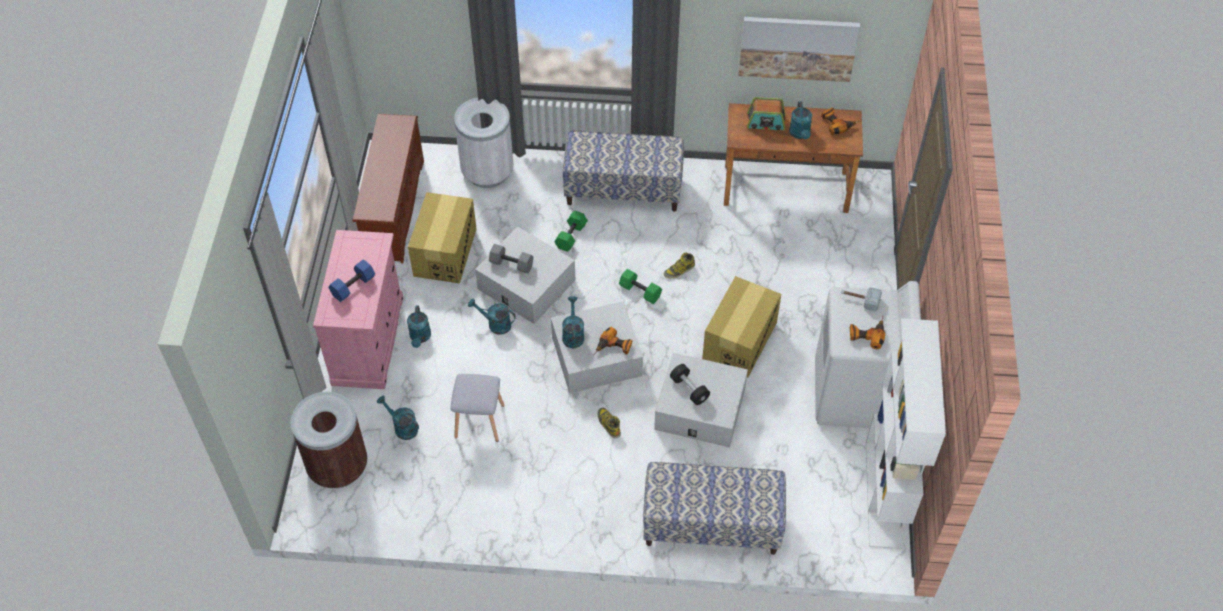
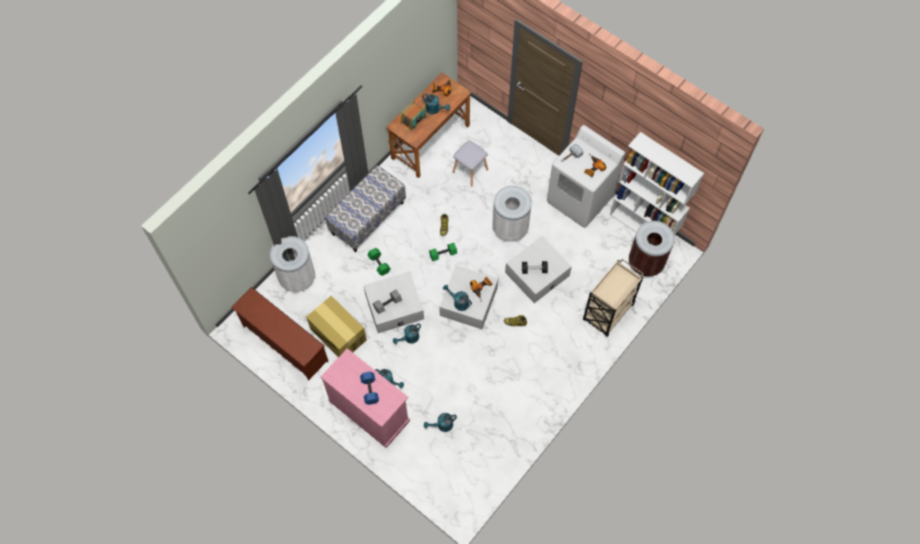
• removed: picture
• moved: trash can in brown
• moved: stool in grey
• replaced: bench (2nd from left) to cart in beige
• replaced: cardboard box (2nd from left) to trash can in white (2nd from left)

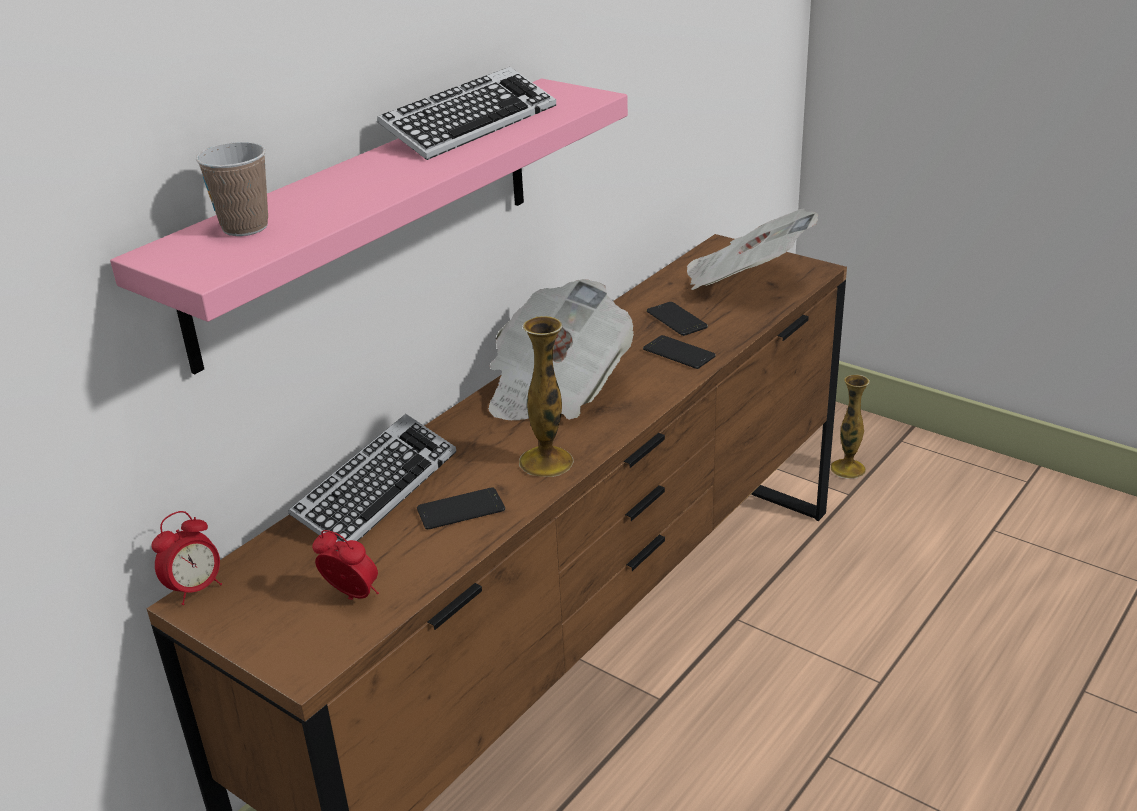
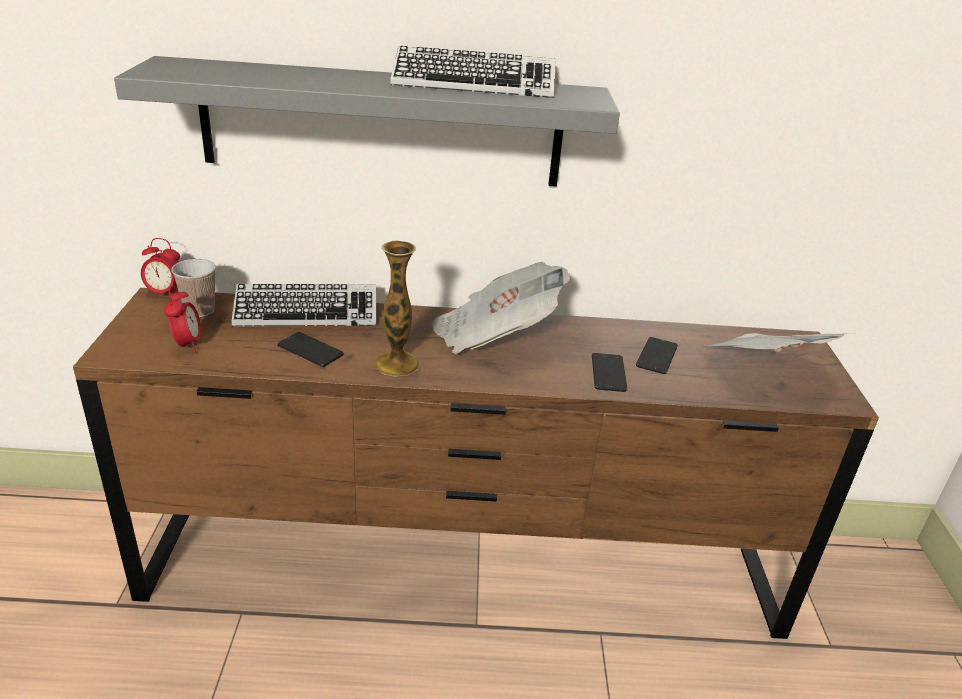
• removed: vase (2nd from left)
• moved: cup
• recoloured: shelf in pink to shelf in grey

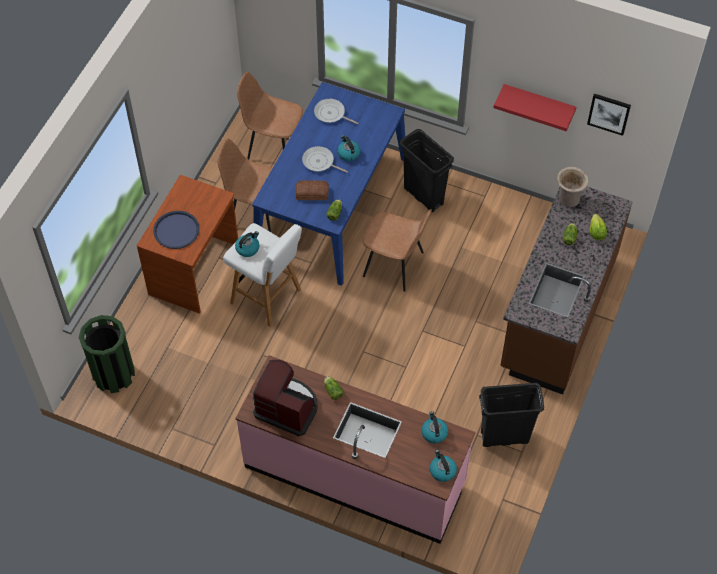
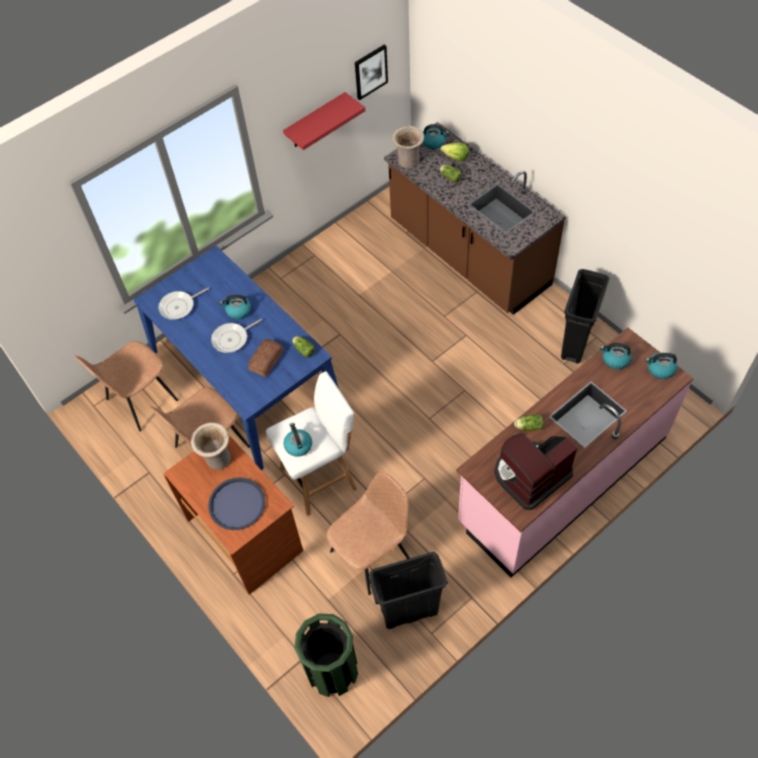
• added: vase in beige (1st from left)
• added: kettle (3rd from left)
• moved: chair in brown (3rd from left)
• moved: trash can in black (1st from left)

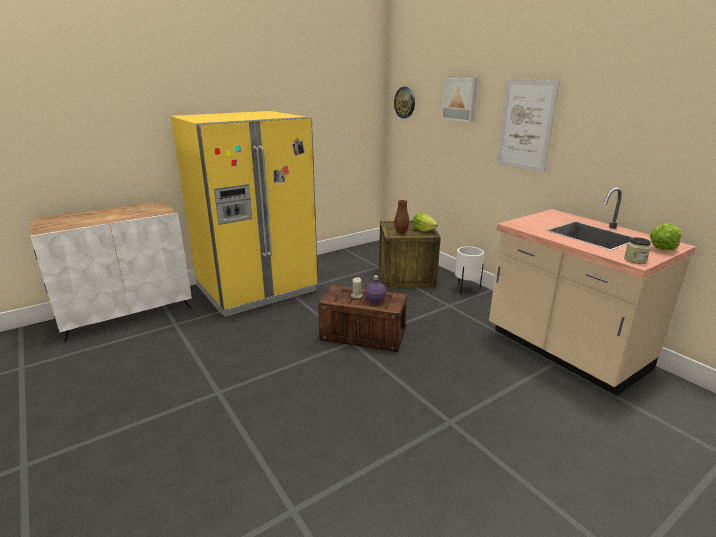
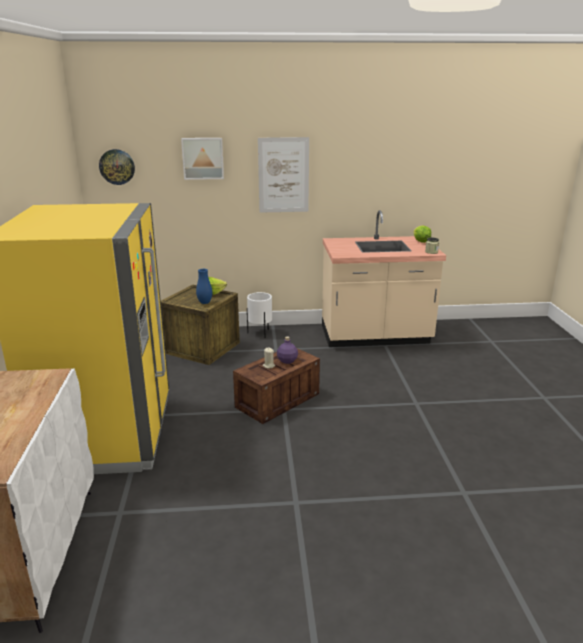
• recoloured: vase in brown to vase in blue

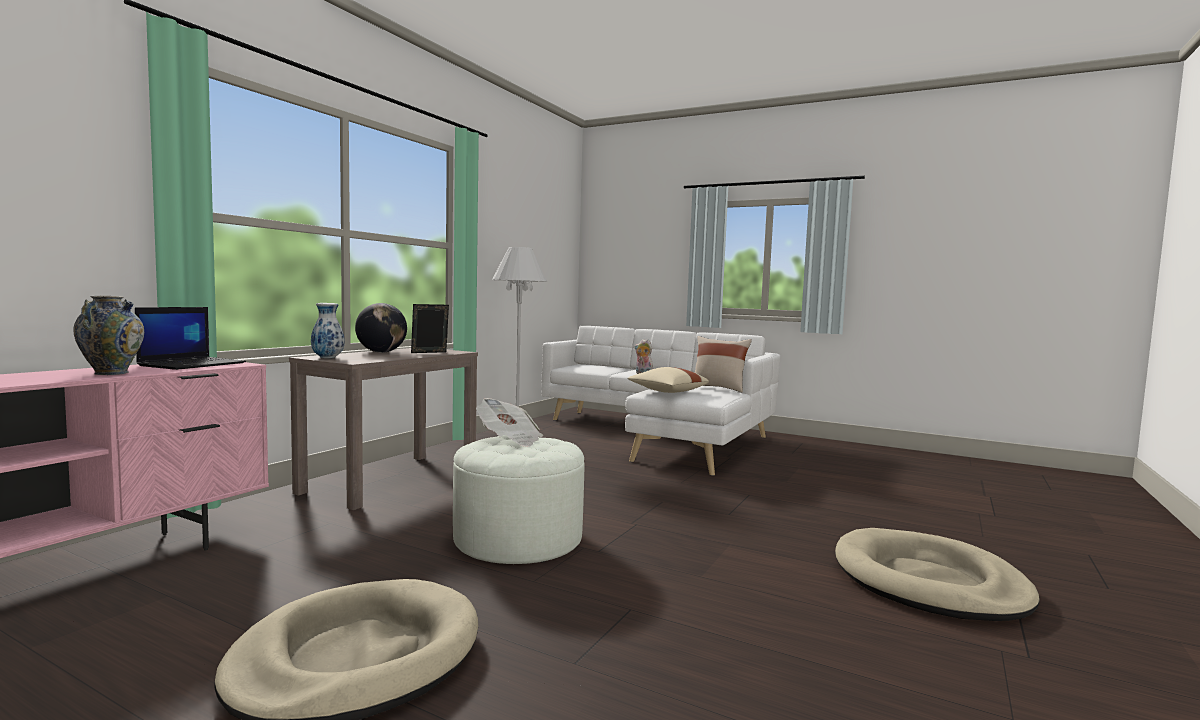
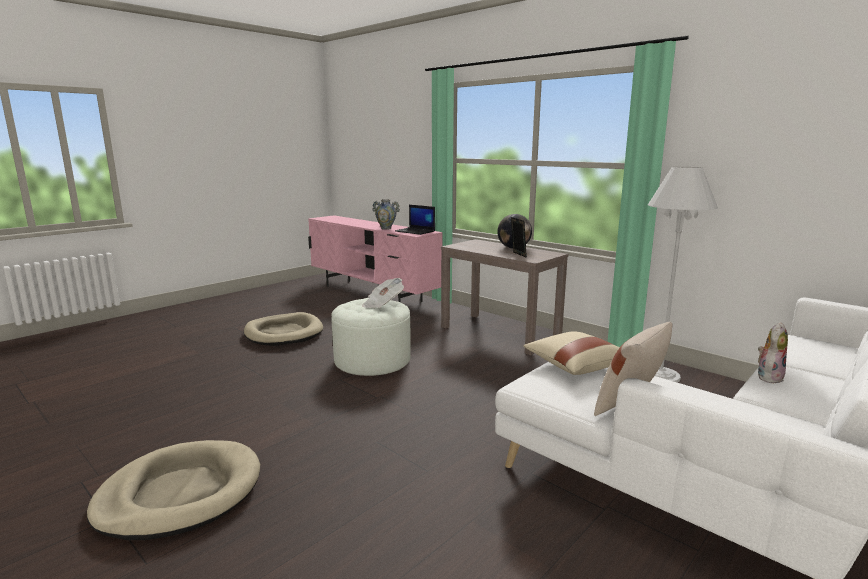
• removed: vase (2nd from left)

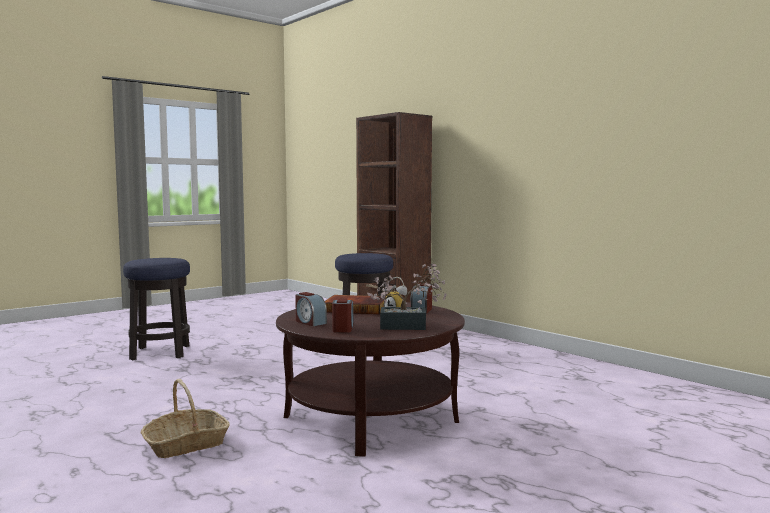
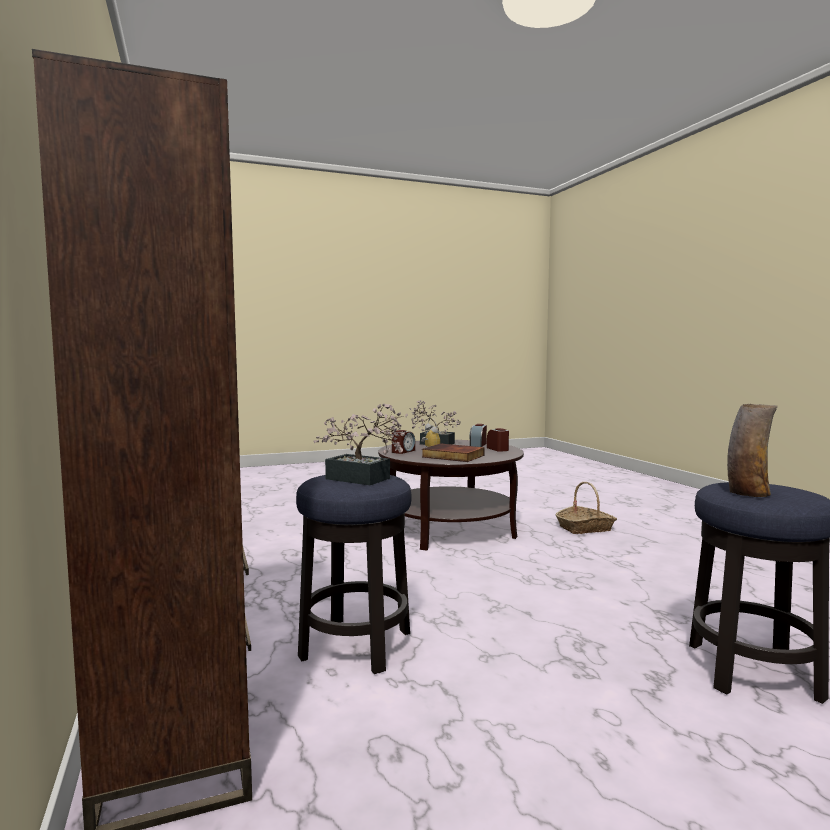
• added: potted plant (1st from left)
• added: vase

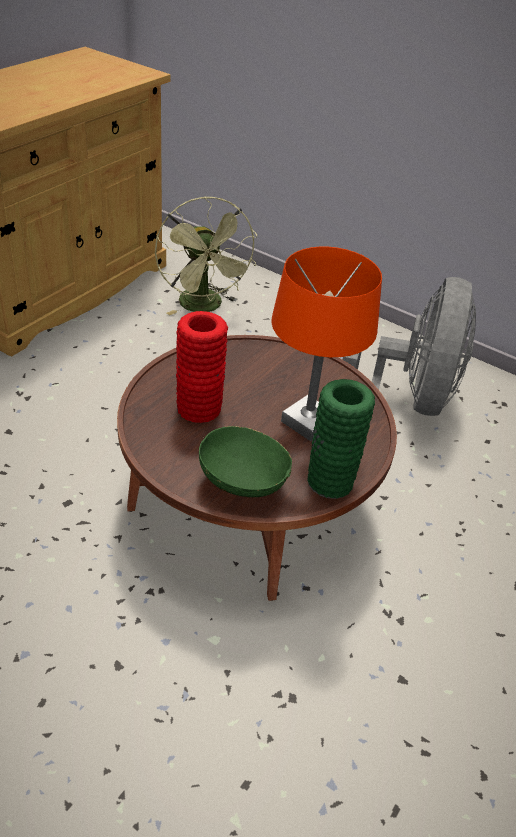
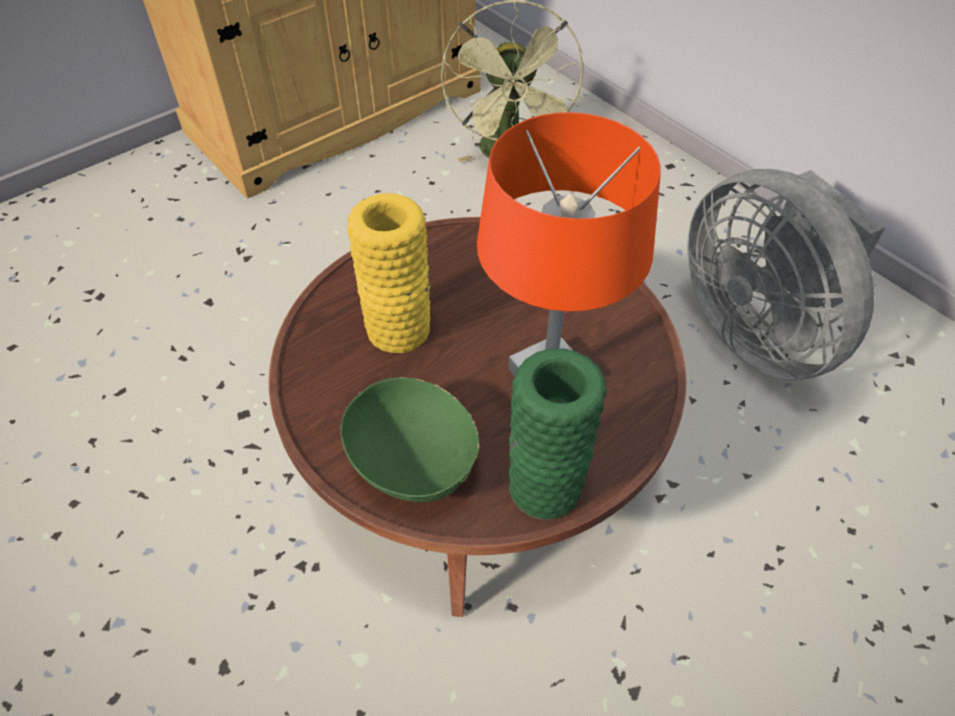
• recoloured: vase in red to vase in yellow
• turned: fan in grey 120 degrees clockwise

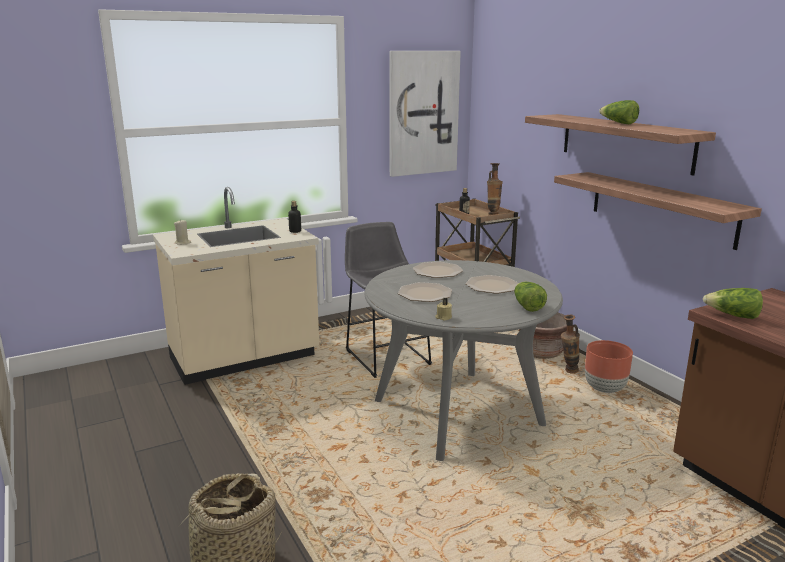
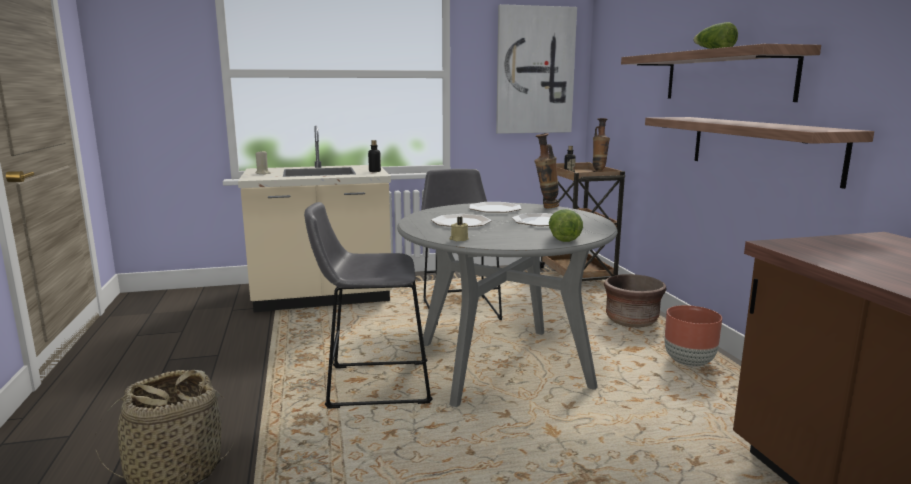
• removed: lettuce (3rd from left)
• added: stool in grey (1st from left)
• moved: vase (2nd from left in the first image) to vase (1st from left)

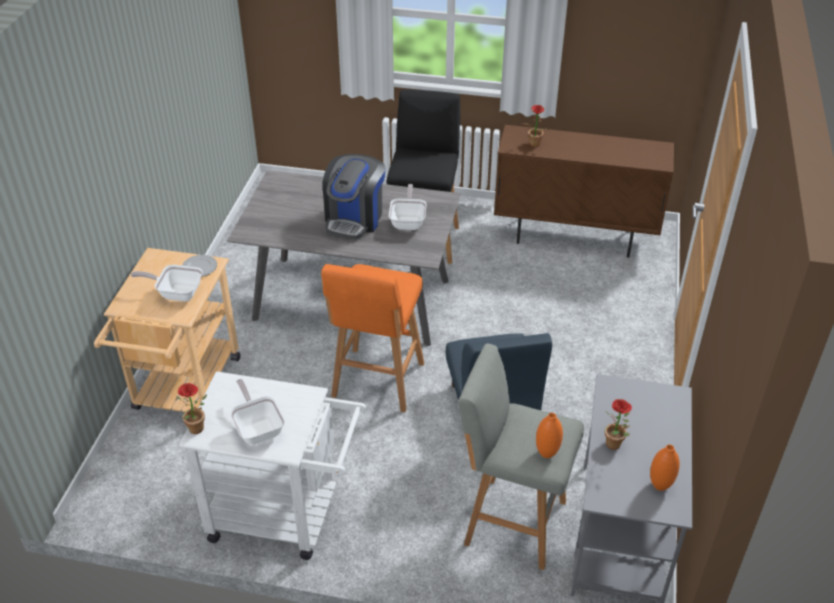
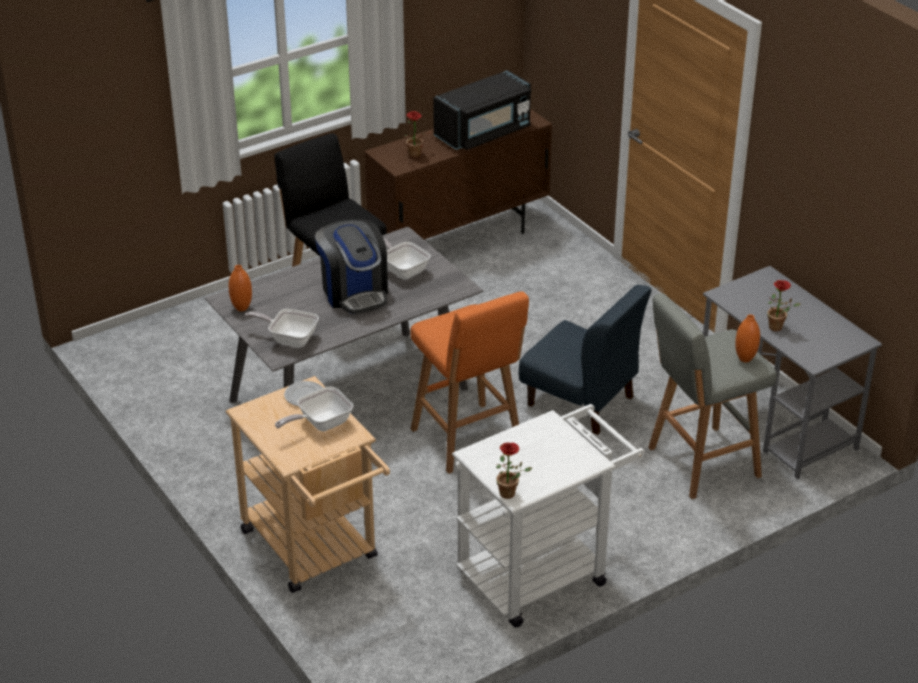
• added: microwave in black
• moved: frying pan (2nd from left in the first image) to frying pan (1st from left)
• moved: vase in orange (2nd from left in the first image) to vase in orange (1st from left)

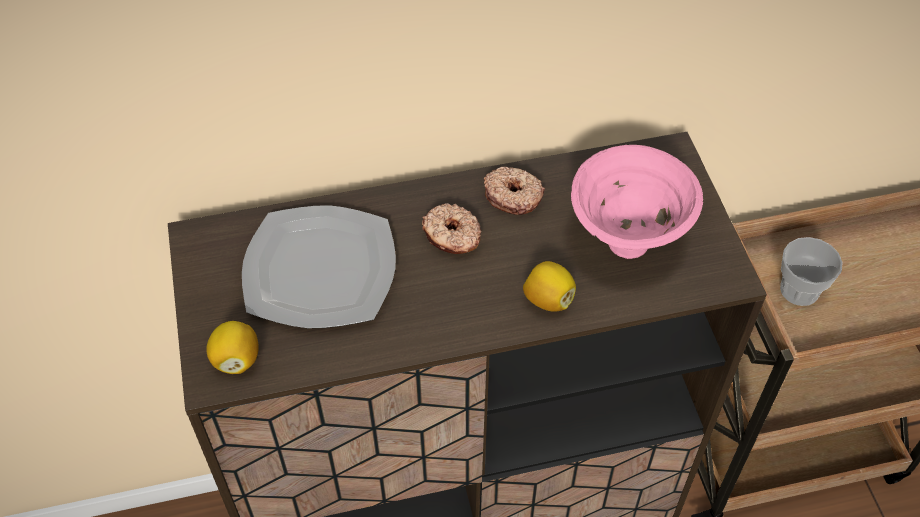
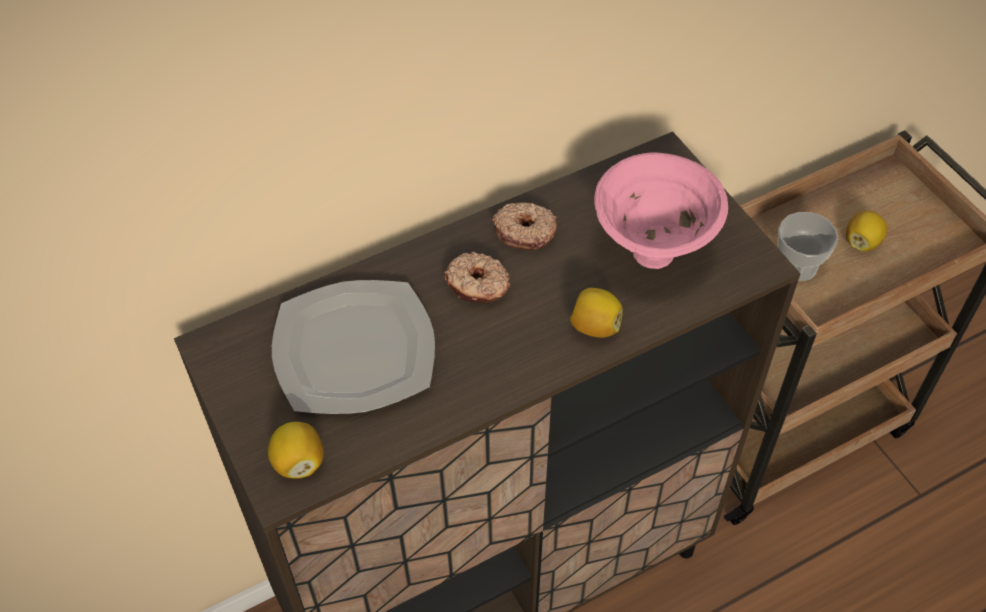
• added: lemon (3rd from left)

